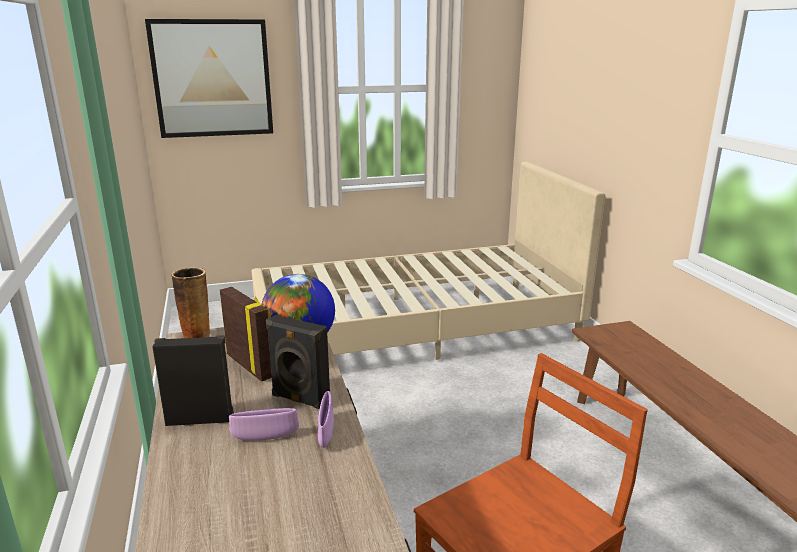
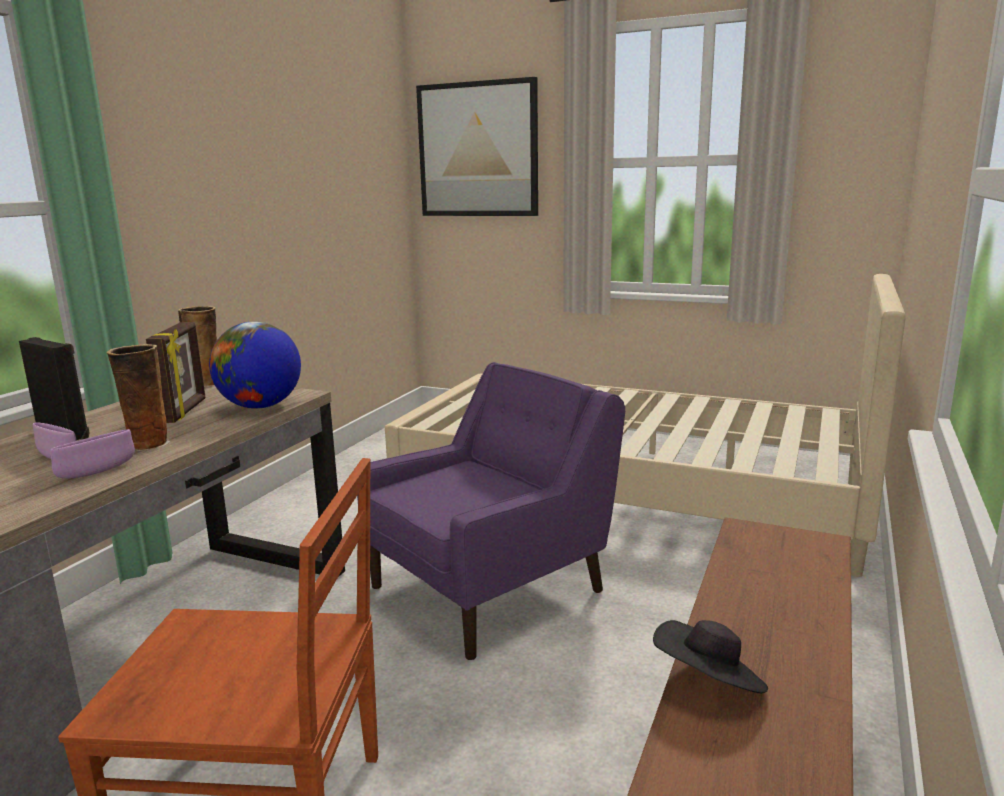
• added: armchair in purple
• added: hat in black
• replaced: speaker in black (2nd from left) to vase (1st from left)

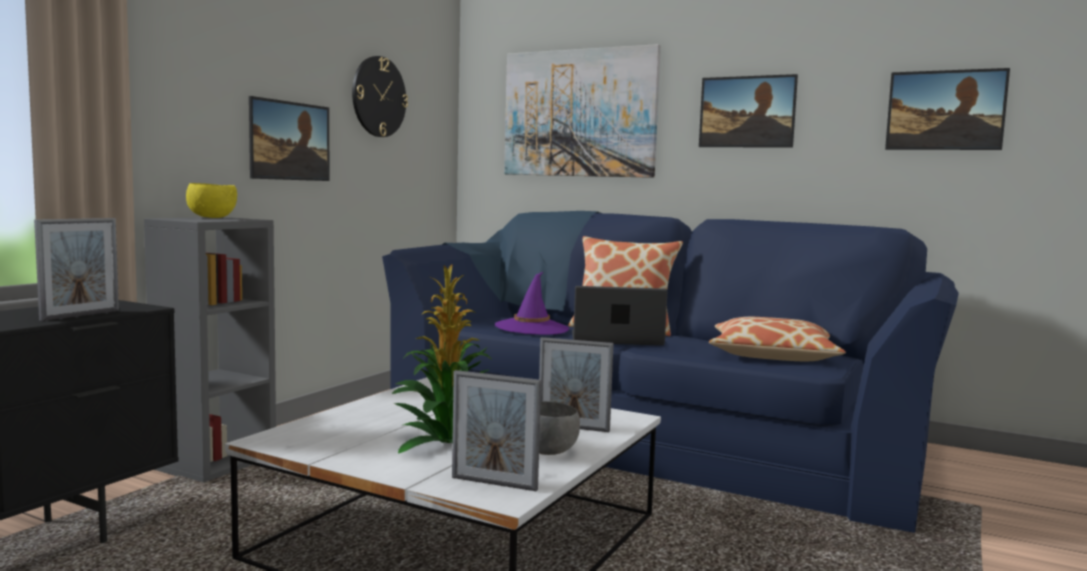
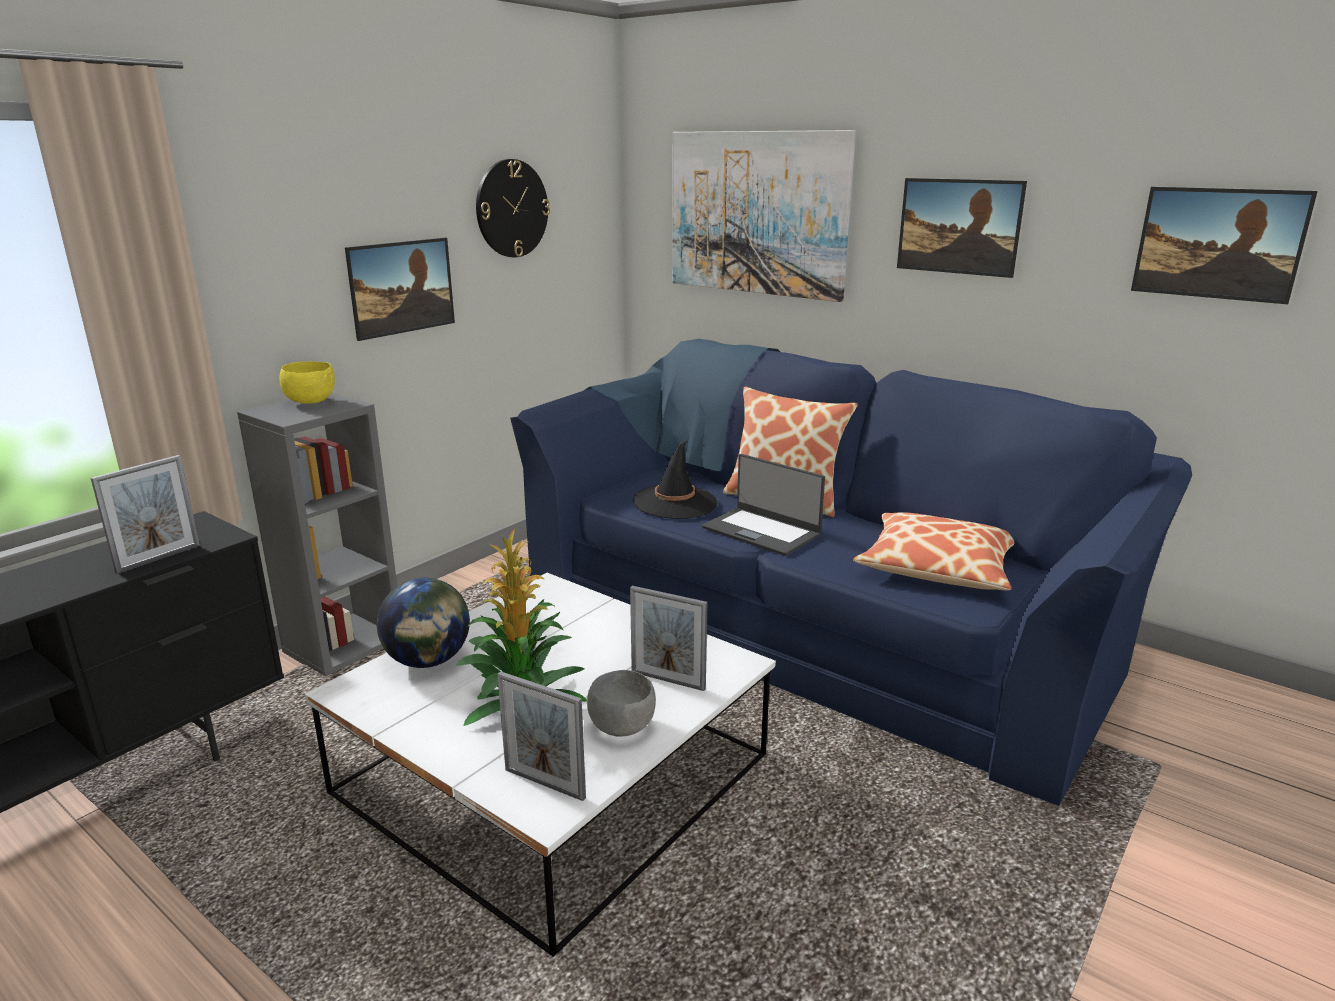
• added: globe
• recoloured: hat in purple to hat in black
• turned: laptop 150 degrees counterclockwise

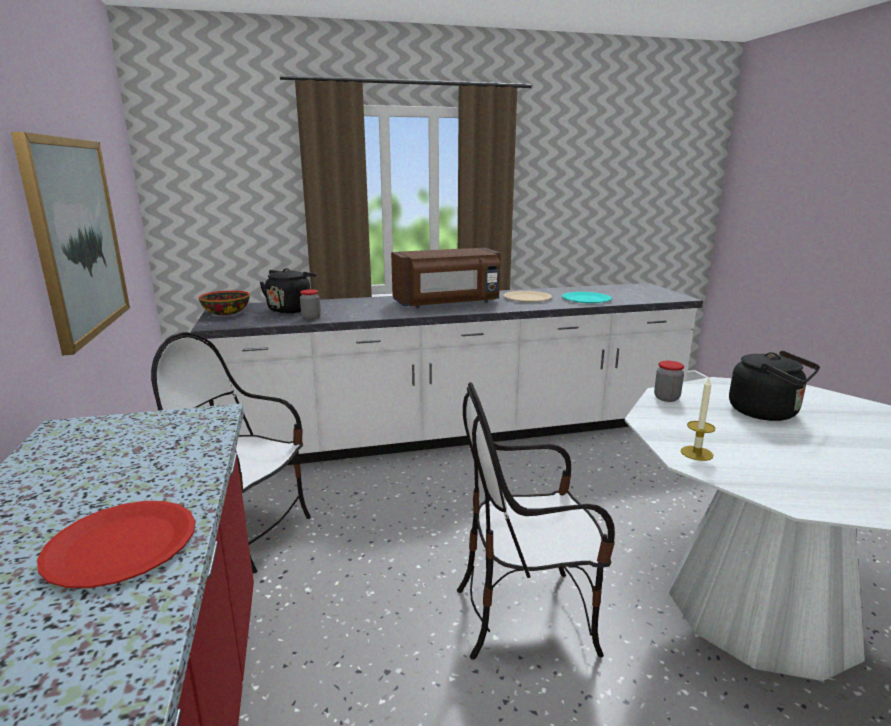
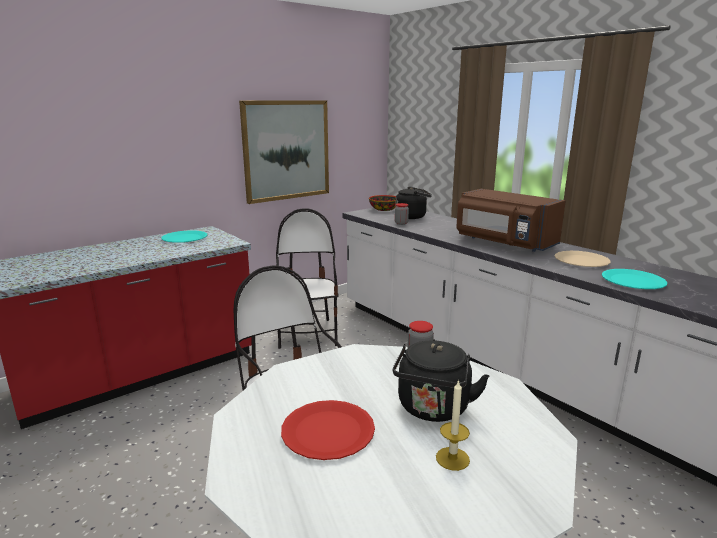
• added: plate in turquoise (1st from left)
• moved: plate in red
• moved: candle

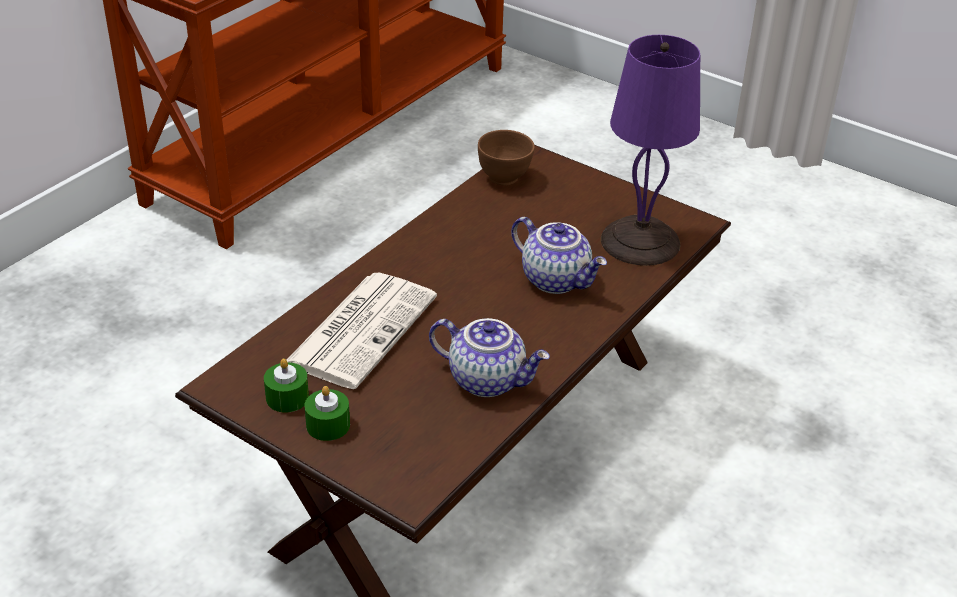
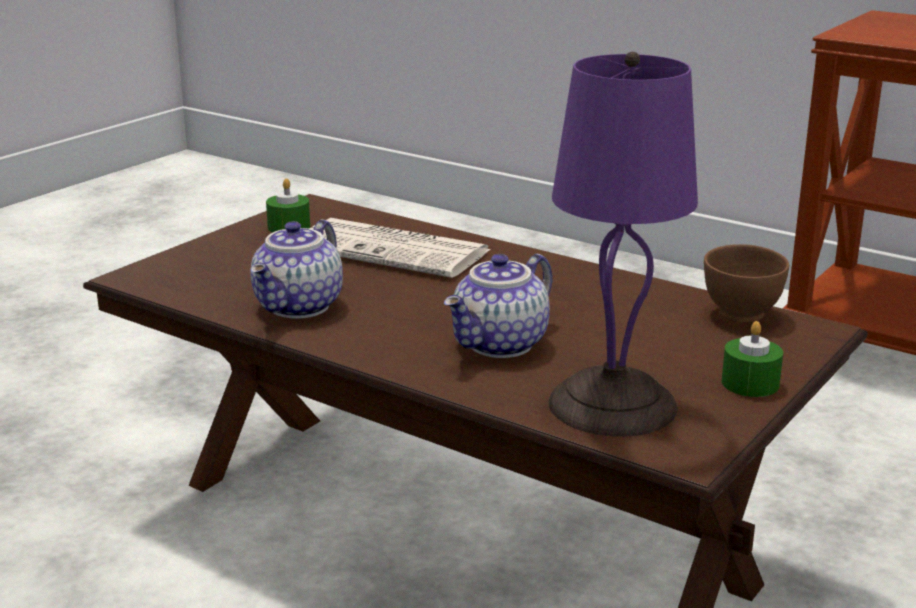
• moved: candle in green (2nd from left)

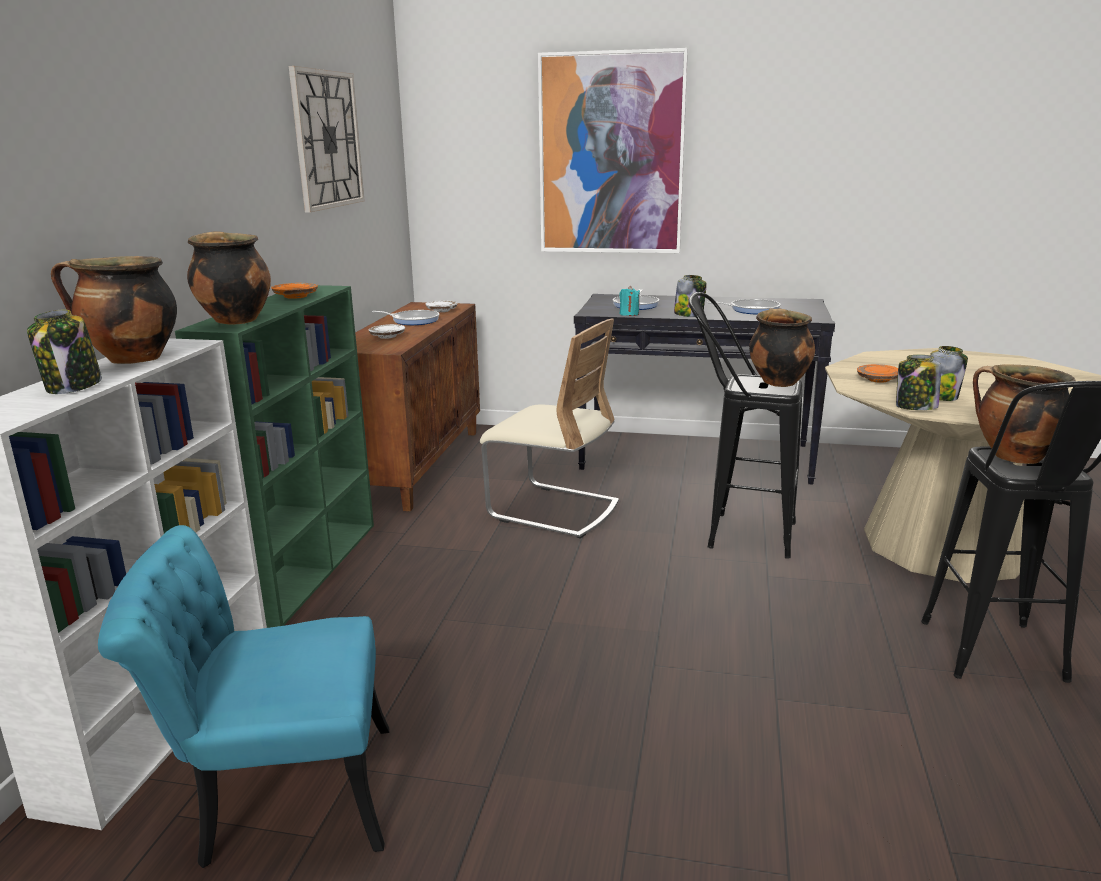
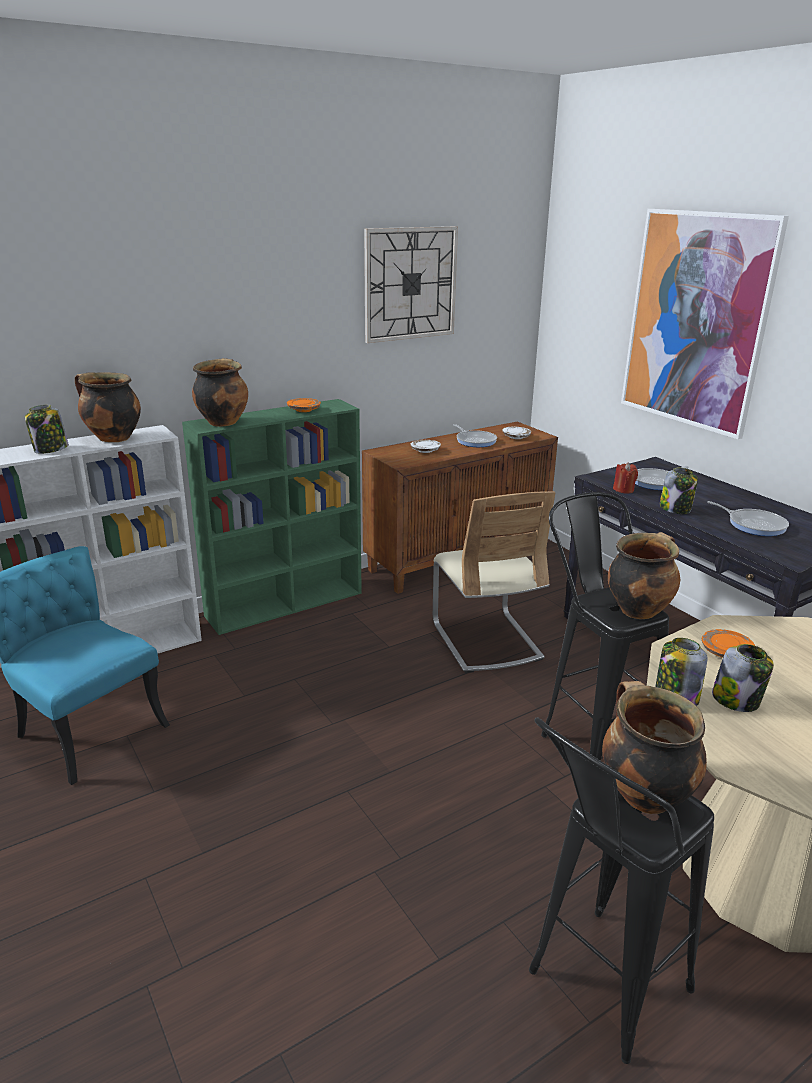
• recoloured: candle in turquoise to candle in red

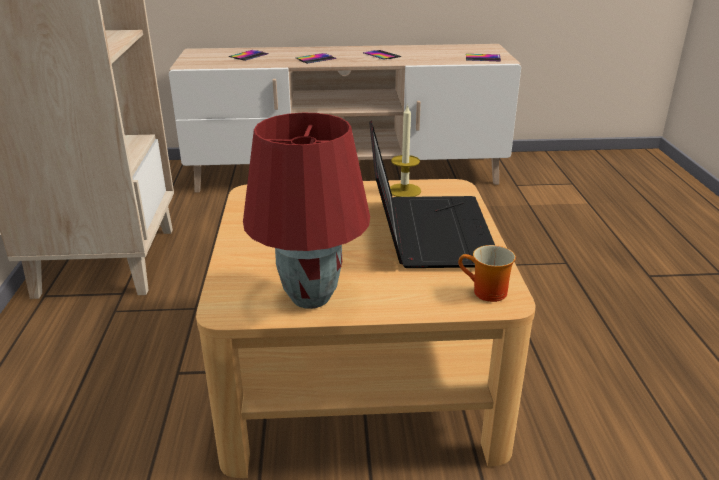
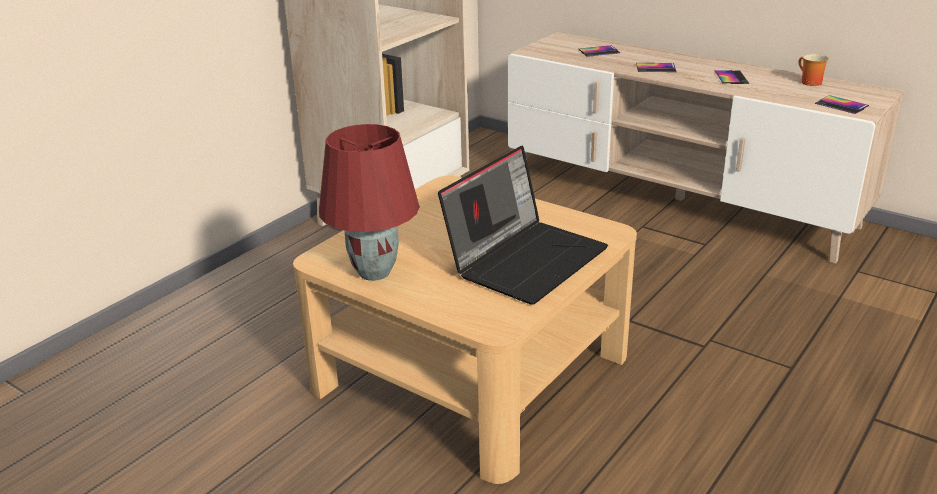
• removed: candle
• moved: mug

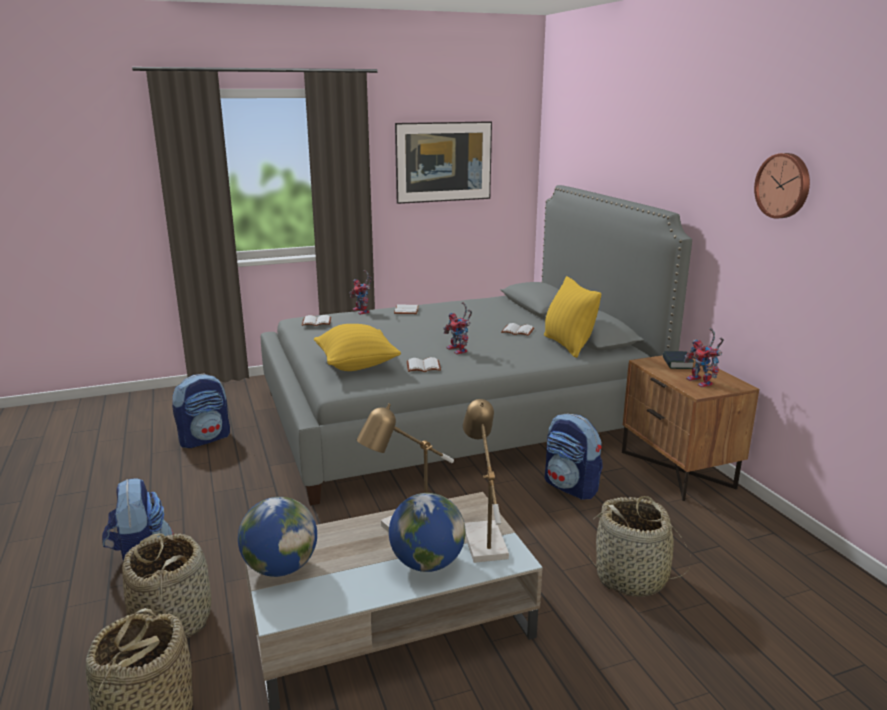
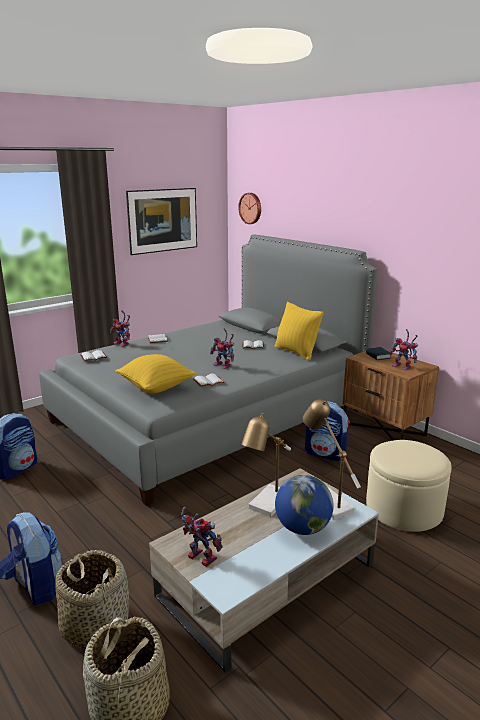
• moved: wall clock
• replaced: globe (1st from left) to toy robot (2nd from left)
• replaced: basket (3rd from left) to ottoman in beige

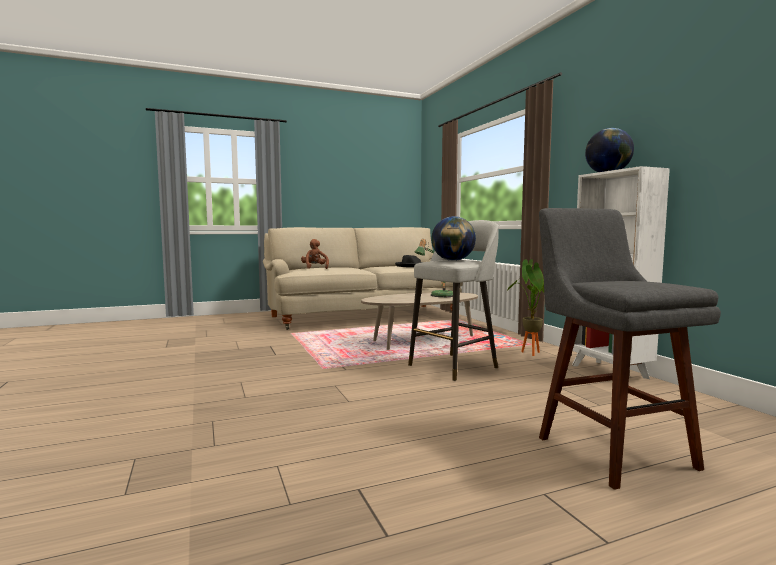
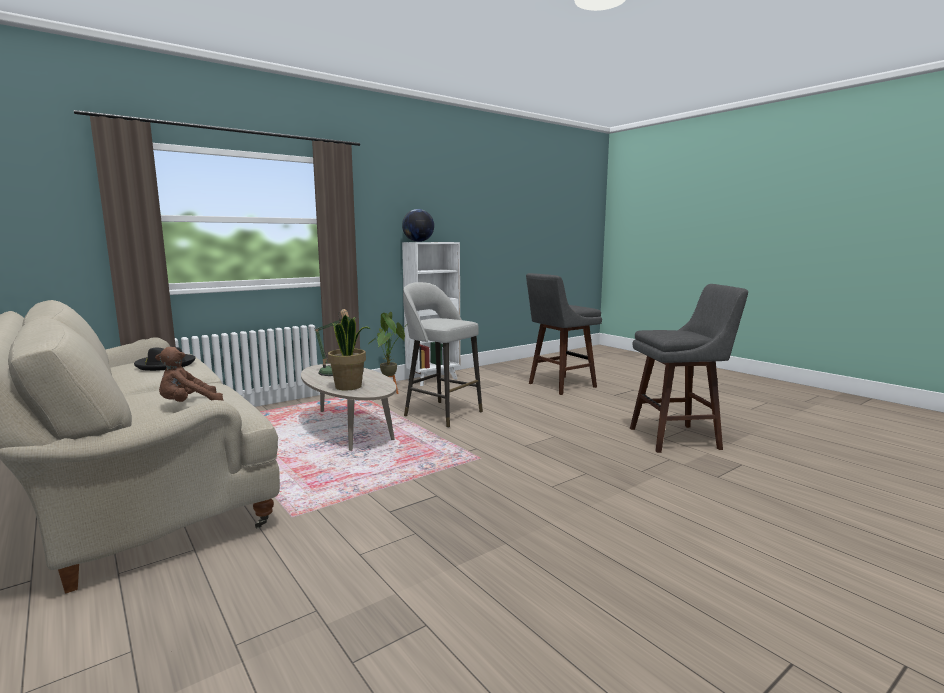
• removed: globe (1st from left)
• added: potted plant (1st from left)
• added: stool in grey (3rd from left)

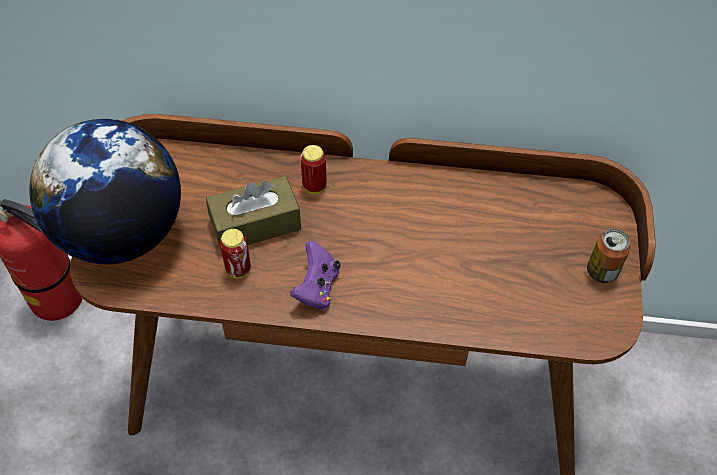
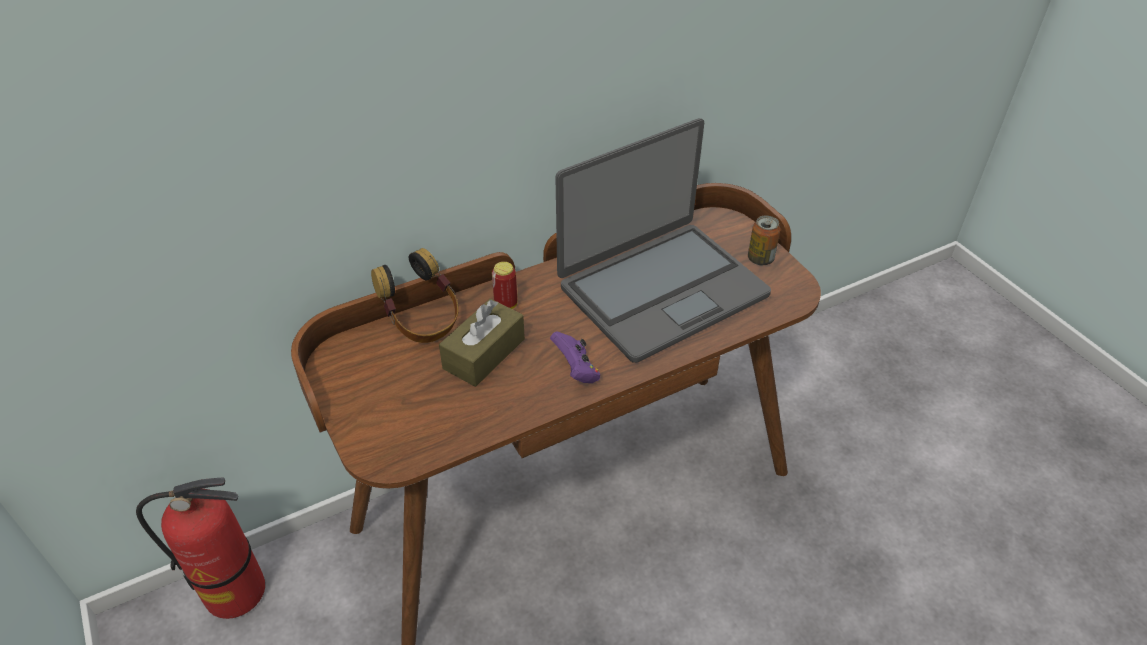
• removed: globe
• removed: can (1st from left)
• added: headphones
• added: laptop

